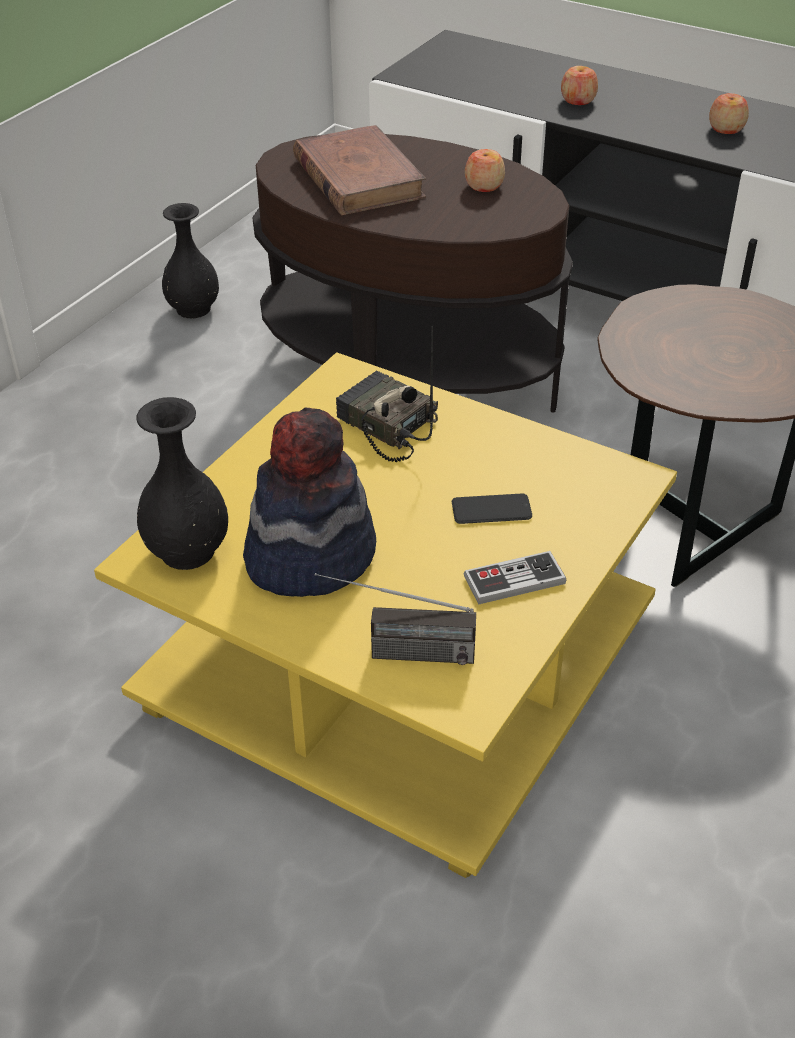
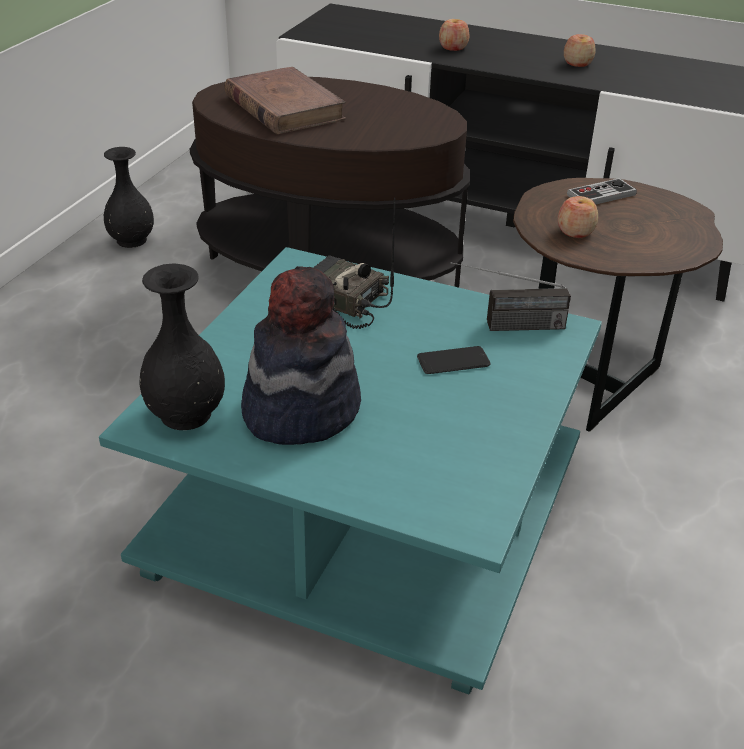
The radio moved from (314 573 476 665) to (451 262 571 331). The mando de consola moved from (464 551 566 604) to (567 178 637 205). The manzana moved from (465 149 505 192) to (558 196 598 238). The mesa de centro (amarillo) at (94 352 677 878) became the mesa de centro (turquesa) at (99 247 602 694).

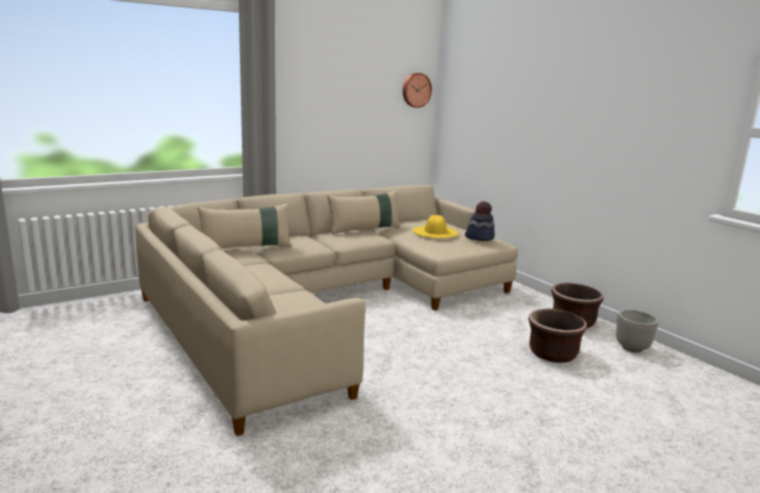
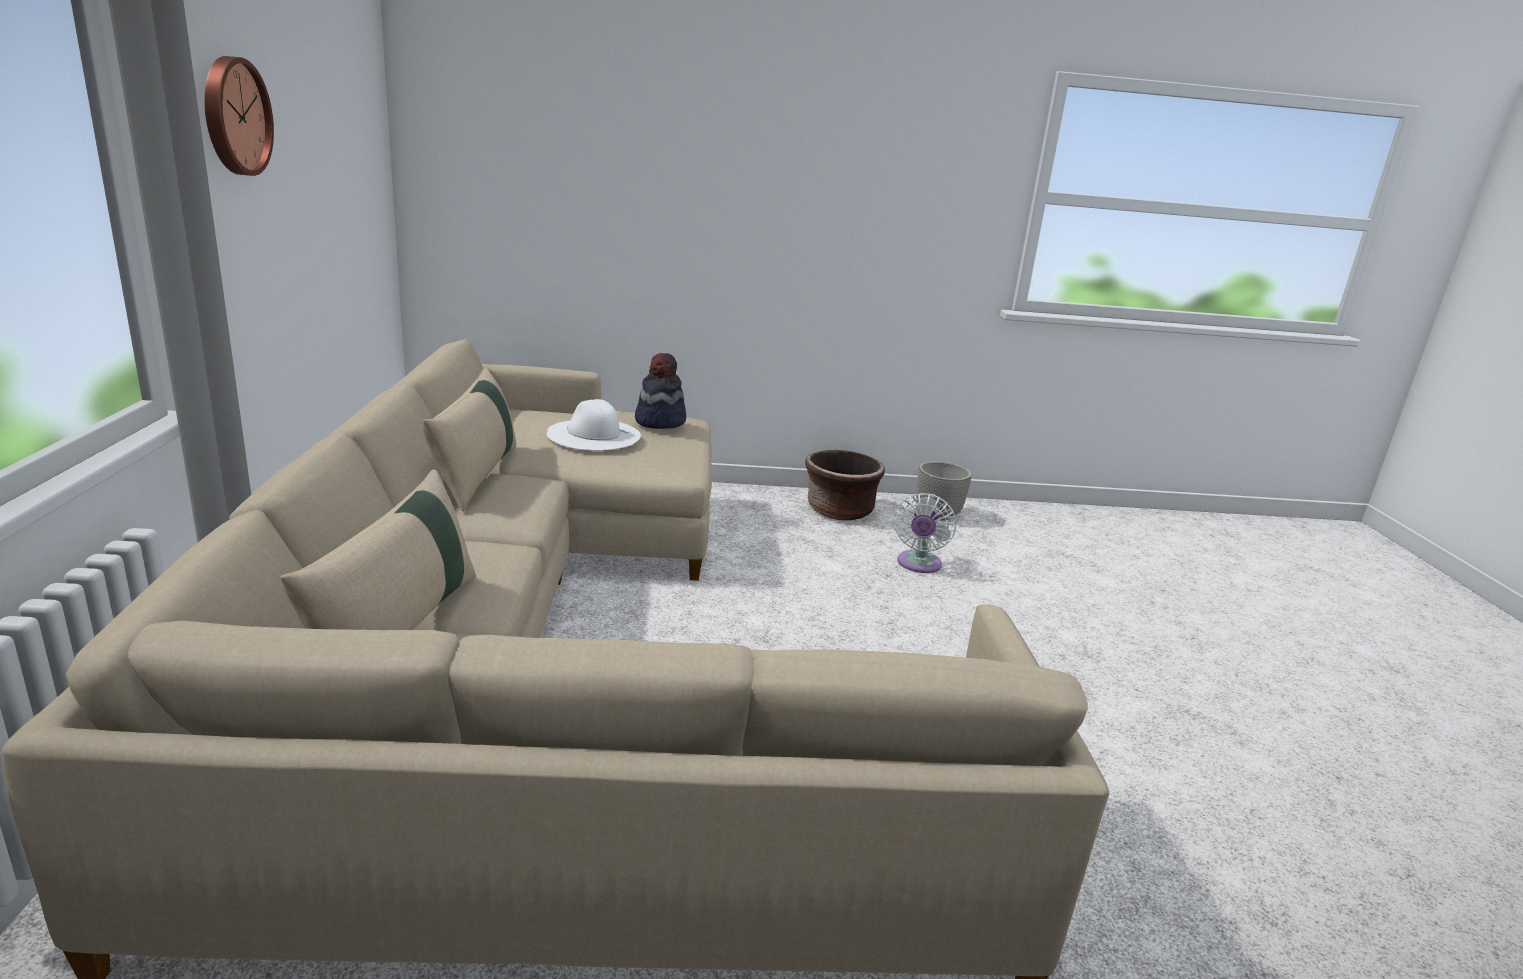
The reloj de pared moved from (403 73 432 108) to (204 56 274 176). The maceta (marrón) at (528 309 587 363) was replaced by the ventilador (blanco) at (894 493 957 573). The sombrero (amarillo) at (413 215 458 238) became the sombrero (blanco) at (547 399 641 451).

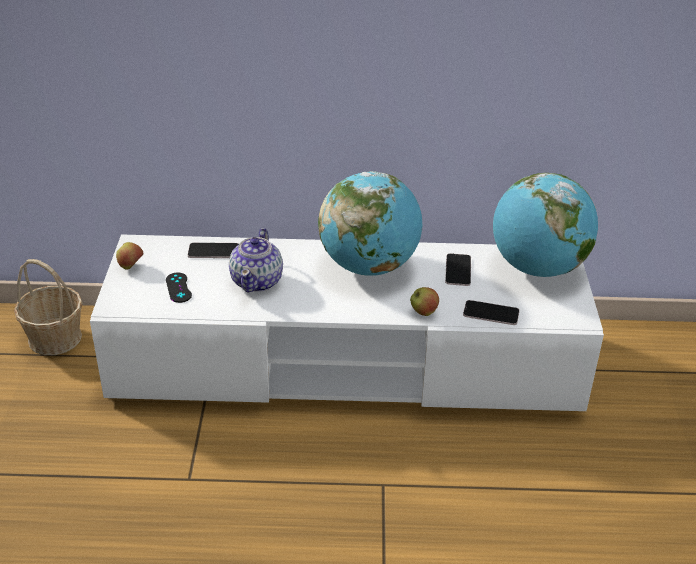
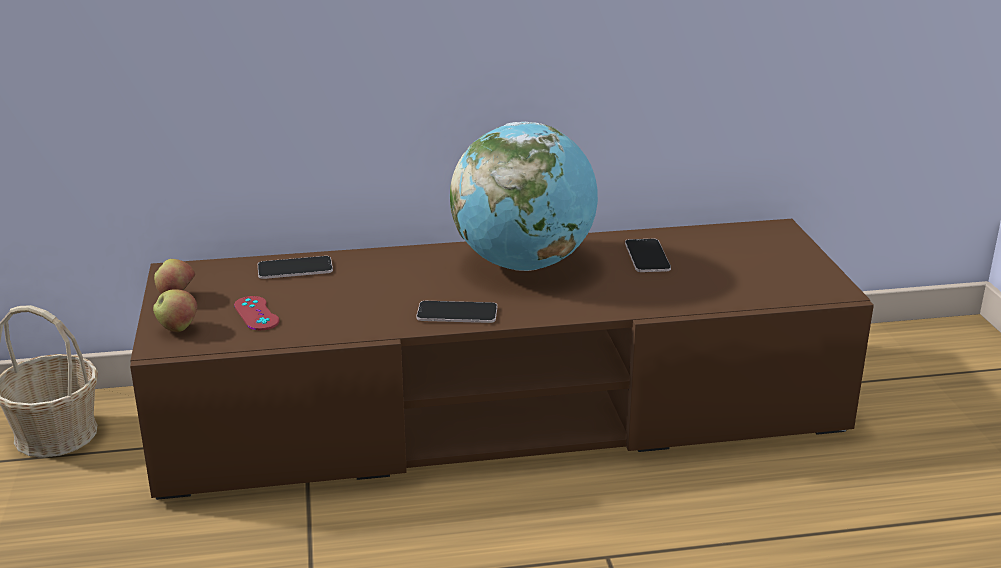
The tetera at (229 228 283 293) disappeared. The globo terráqueo at (493 173 598 277) disappeared. The manzana moved from (410 287 439 316) to (153 289 197 332). The móvil moved from (463 300 520 325) to (416 301 497 323). The mueble de televisión (blanco) at (90 234 604 411) became the mueble de televisión (marrón) at (130 219 874 500). The mando de consola (negro) at (166 272 192 303) became the mando de consola (rojo) at (234 296 279 330).

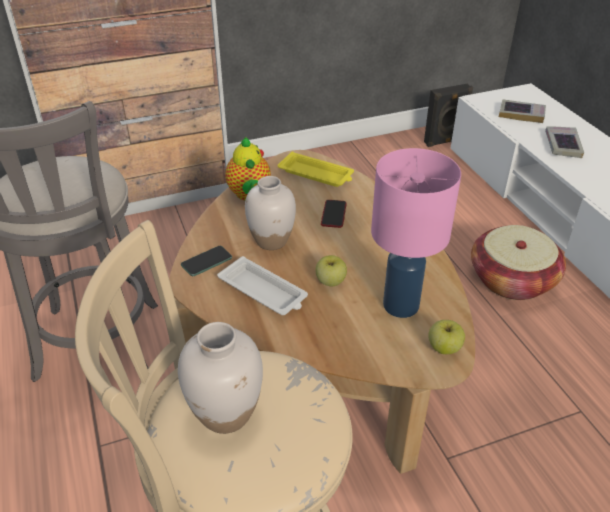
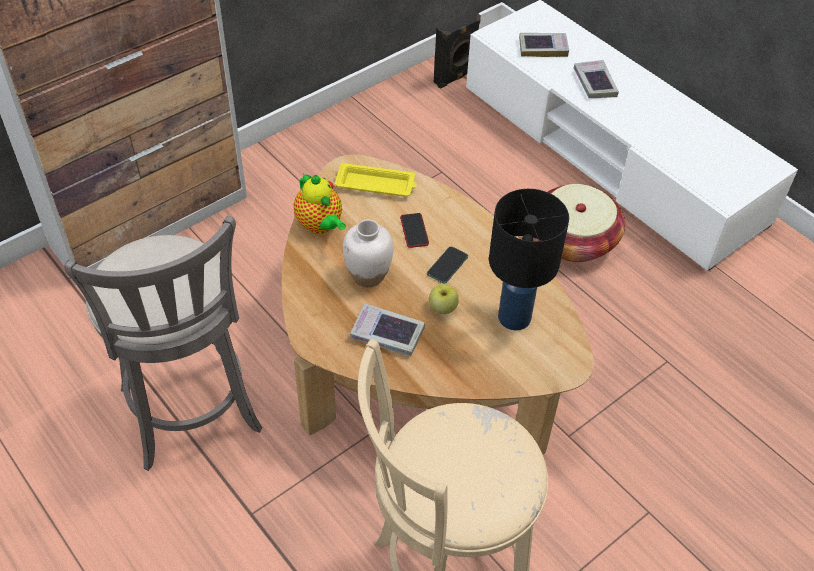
The florero (blanco) at (178 322 263 434) disappeared. The manzana at (428 320 465 354) disappeared. The móvil moved from (181 246 232 276) to (427 247 468 284). The bandeja (blanco) at (217 256 308 315) was replaced by the libro at (350 303 425 356). The lámpara de mesa (rosa) at (371 148 461 318) became the lámpara de mesa (negro) at (489 189 569 330).

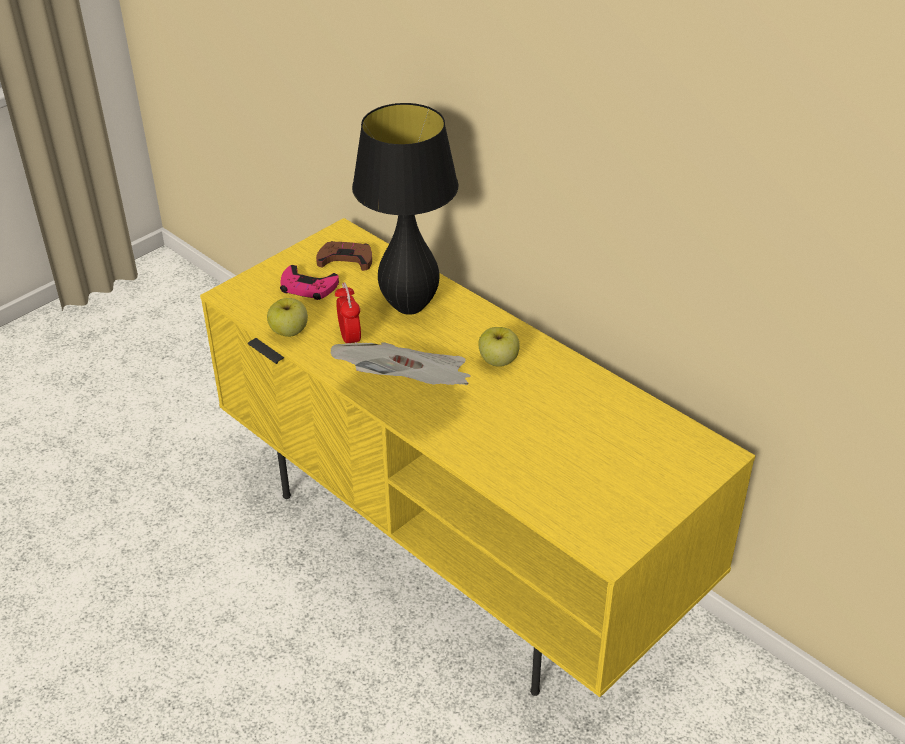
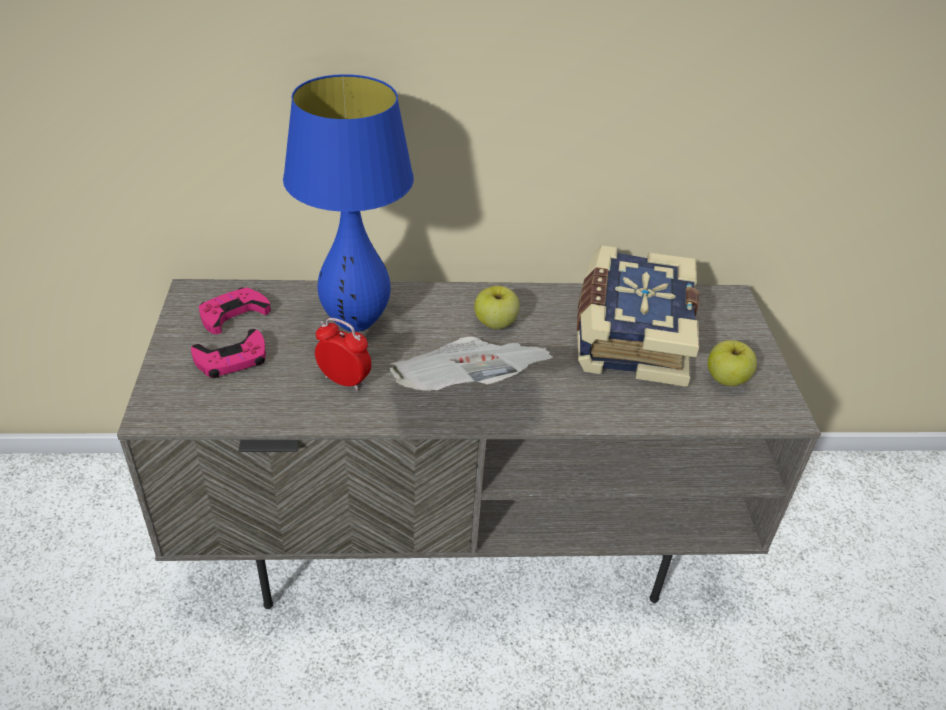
The libro at (577 245 699 387) appeared. The manzana moved from (267 298 308 337) to (708 340 757 386). The mueble de televisión (amarillo) at (200 218 756 697) became the mueble de televisión (gris) at (117 279 821 609). The mando de consola (marrón) at (316 241 372 271) became the mando de consola (rosa) at (199 287 271 334). The lámpara de mesa (negro) at (352 103 458 315) became the lámpara de mesa (azul) at (283 74 414 332).

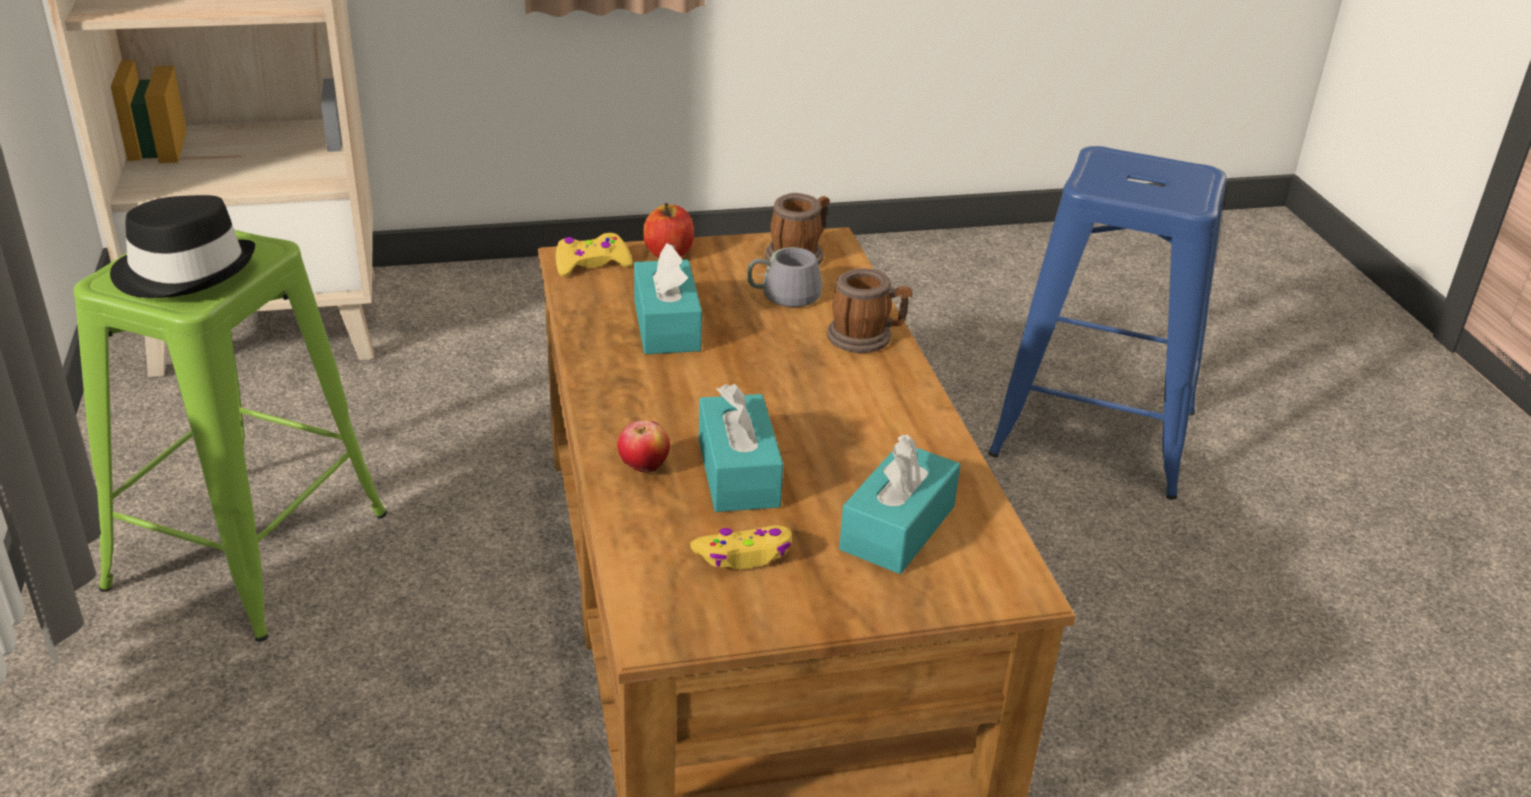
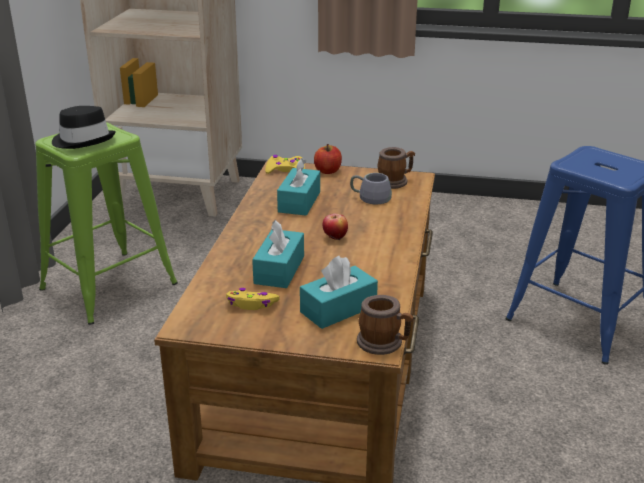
The manzana moved from (617 420 670 473) to (323 214 348 240). The taza grande moved from (827 269 912 353) to (357 295 413 355).

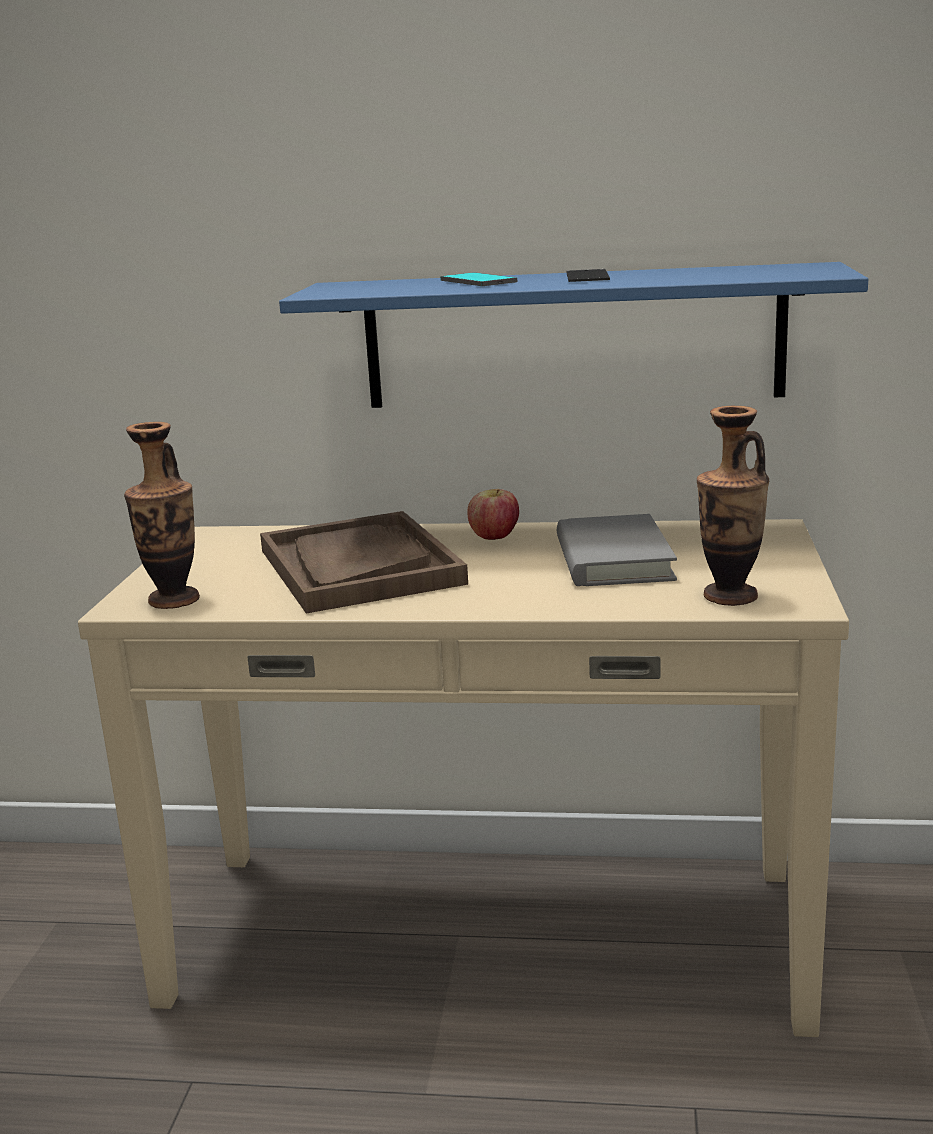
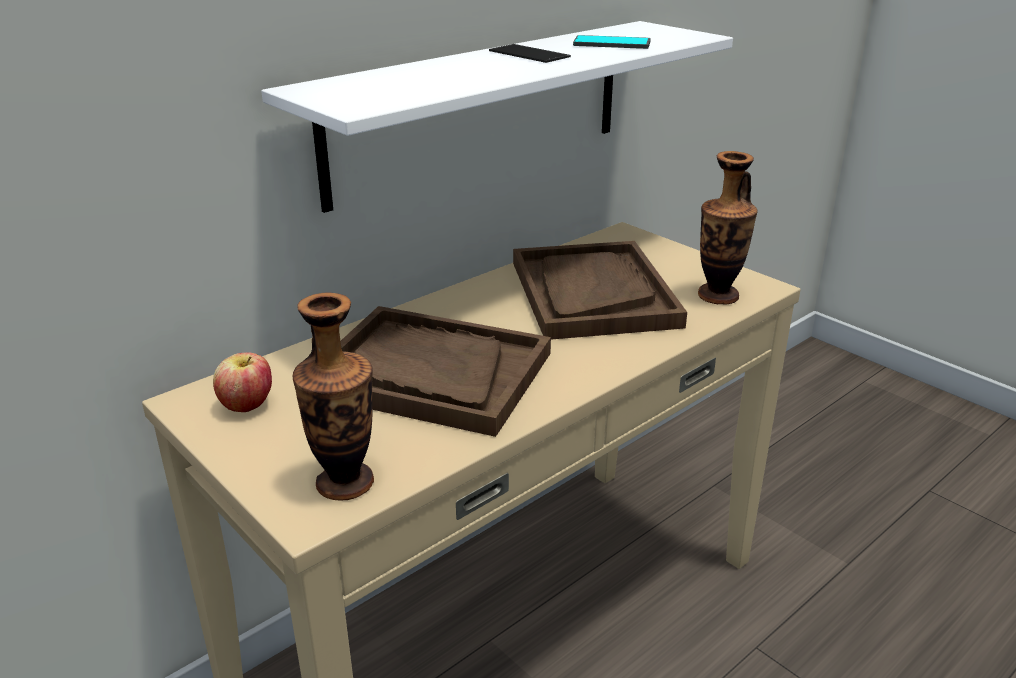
The móvil moved from (440 272 517 286) to (573 35 651 49). The manzana moved from (467 489 519 540) to (213 353 272 412). The libro (gris) at (557 514 677 586) was replaced by the bandeja (marrón) at (513 241 687 340). The estante (azul) at (279 262 868 408) became the estante (blanco) at (261 21 733 213).

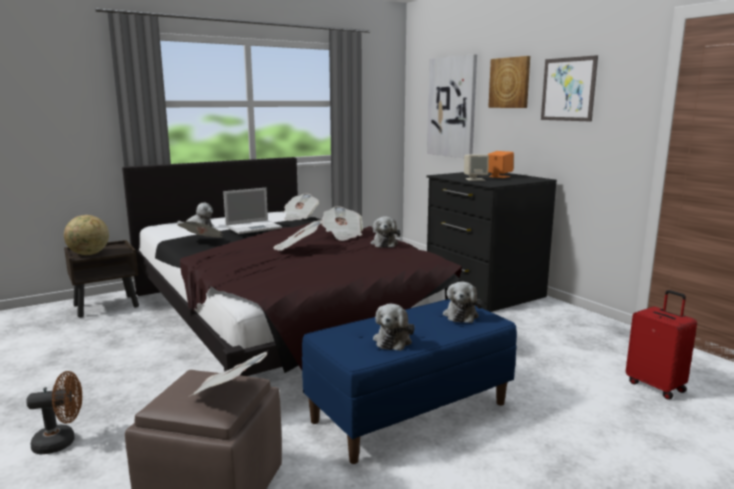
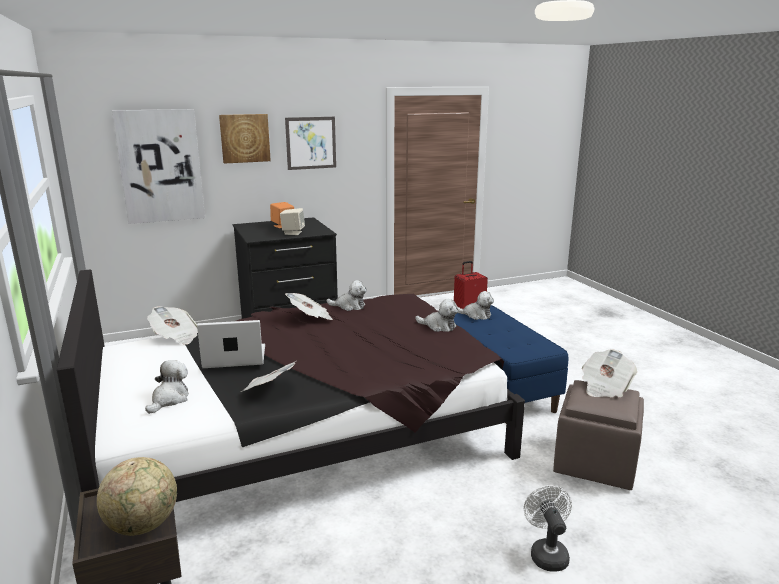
The periódico at (273 220 323 251) disappeared. The peluche moved from (373 303 415 351) to (415 299 458 332). The ventilador (marrón) at (26 371 82 455) became the ventilador (blanco) at (524 485 572 572). The portátil at (223 188 282 234) turned 75 degrees counterclockwise.

